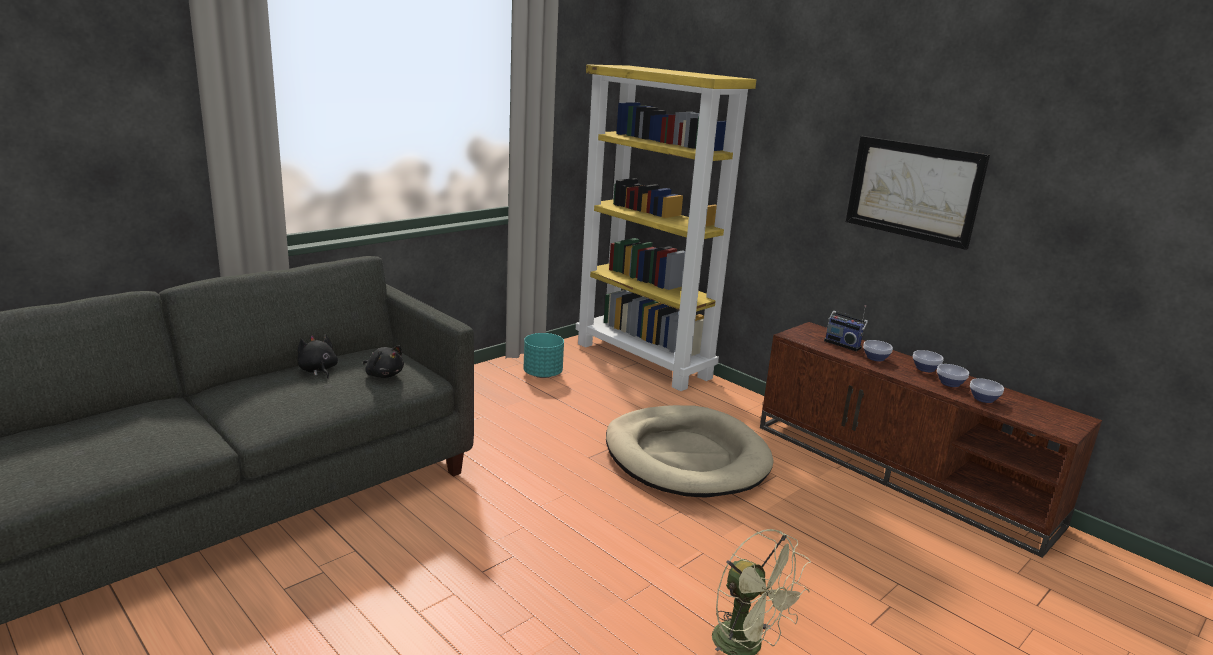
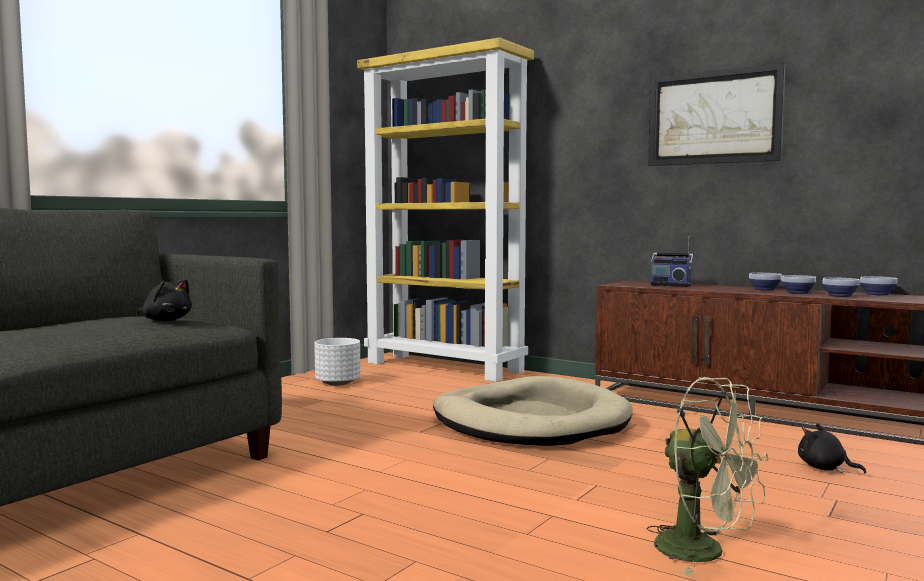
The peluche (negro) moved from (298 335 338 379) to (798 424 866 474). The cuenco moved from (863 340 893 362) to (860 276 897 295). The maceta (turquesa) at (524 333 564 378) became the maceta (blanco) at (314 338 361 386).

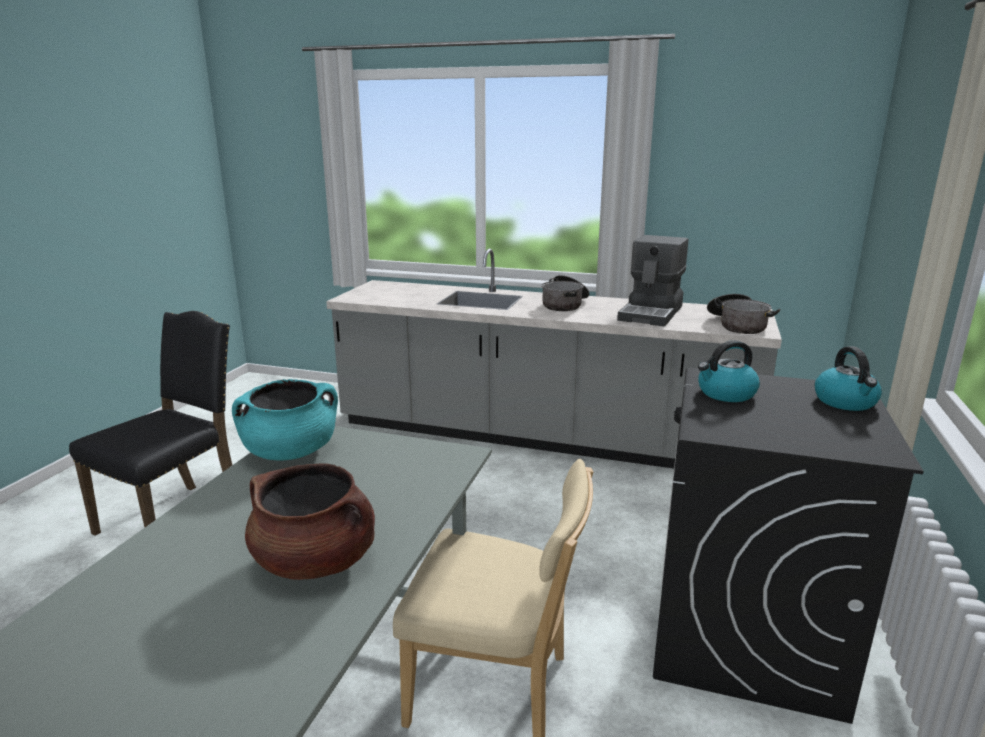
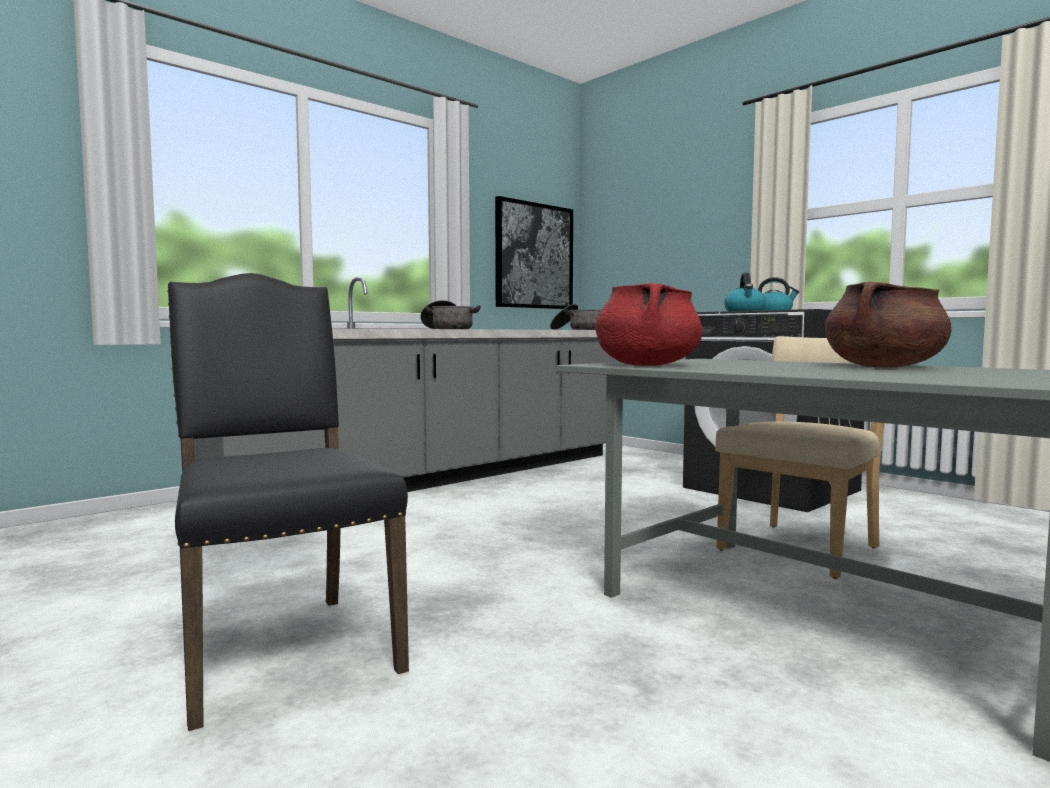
The cafetera at (617 235 688 326) disappeared. The cuadro at (495 196 573 309) appeared. The olla (turquesa) at (232 379 338 460) became the olla (rojo) at (595 283 703 366).

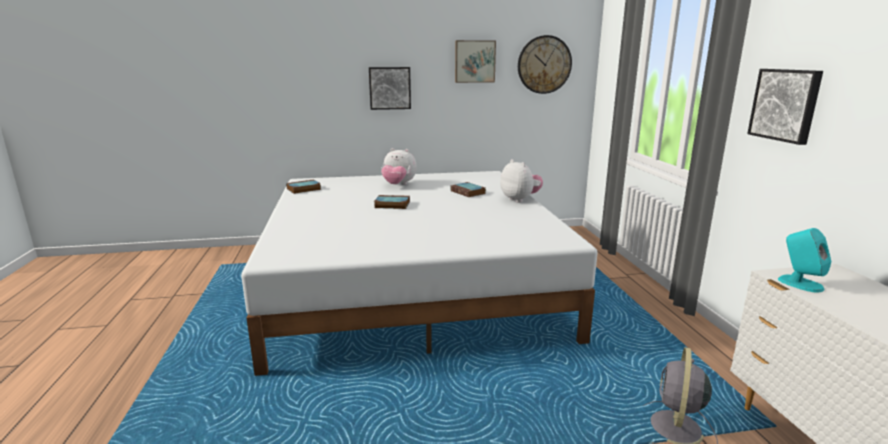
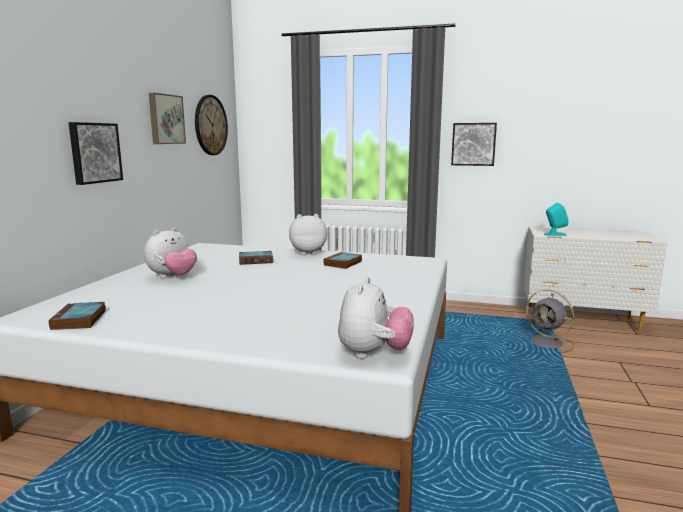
The peluche at (338 277 414 359) appeared. The libro moved from (374 195 410 209) to (324 252 362 269).

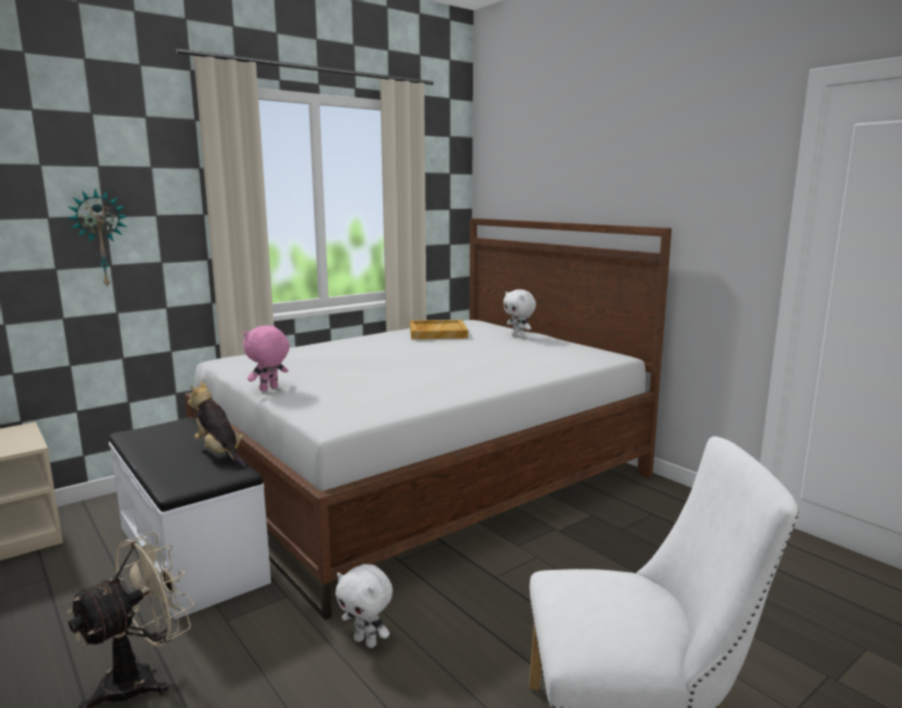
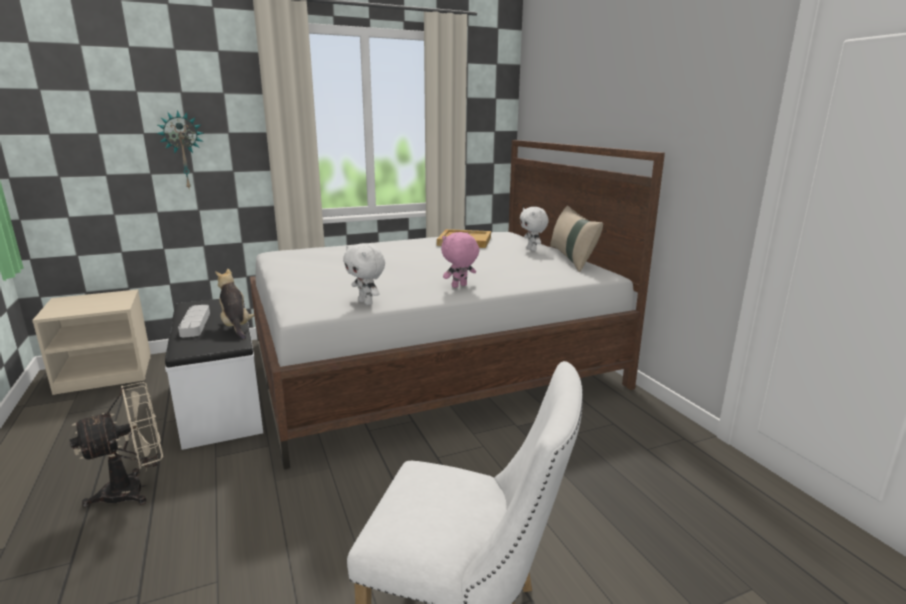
The bandeja (gris) at (178 305 210 337) appeared. The cojín (beis) at (550 206 603 272) appeared. The peluche (rosa) moved from (243 326 290 391) to (441 232 479 288). The peluche (blanco) moved from (335 564 393 648) to (343 243 385 305).

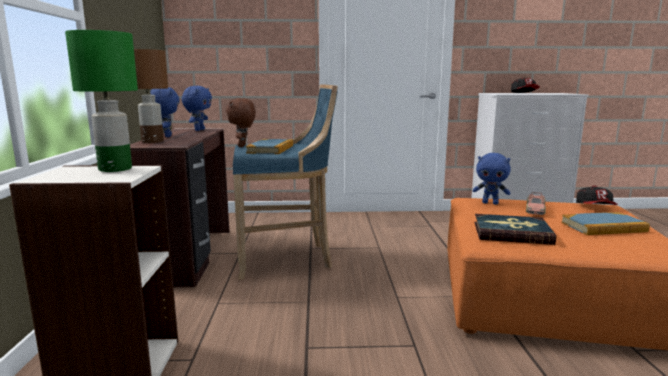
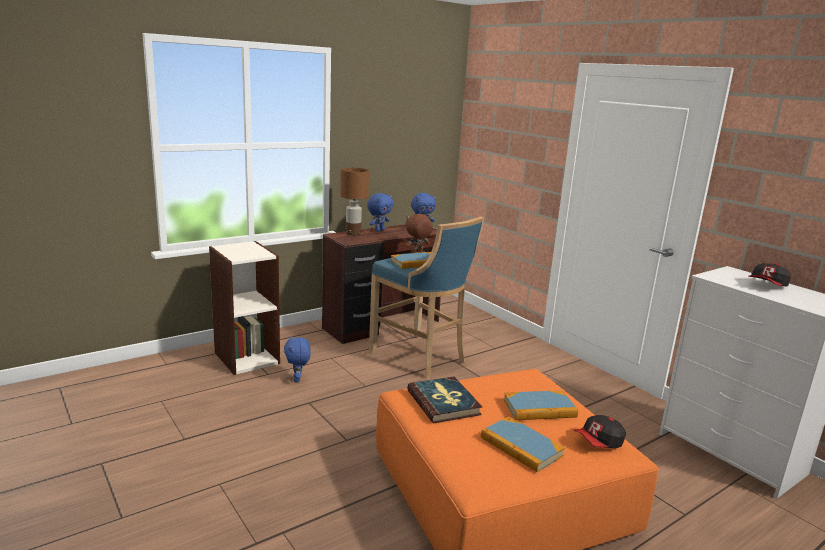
The lámpara de mesa (verde) at (65 30 138 172) disappeared. The peluche (azul) moved from (473 153 511 205) to (284 336 311 382). The coche de juguete at (526 192 546 215) was replaced by the libro at (503 391 578 420).

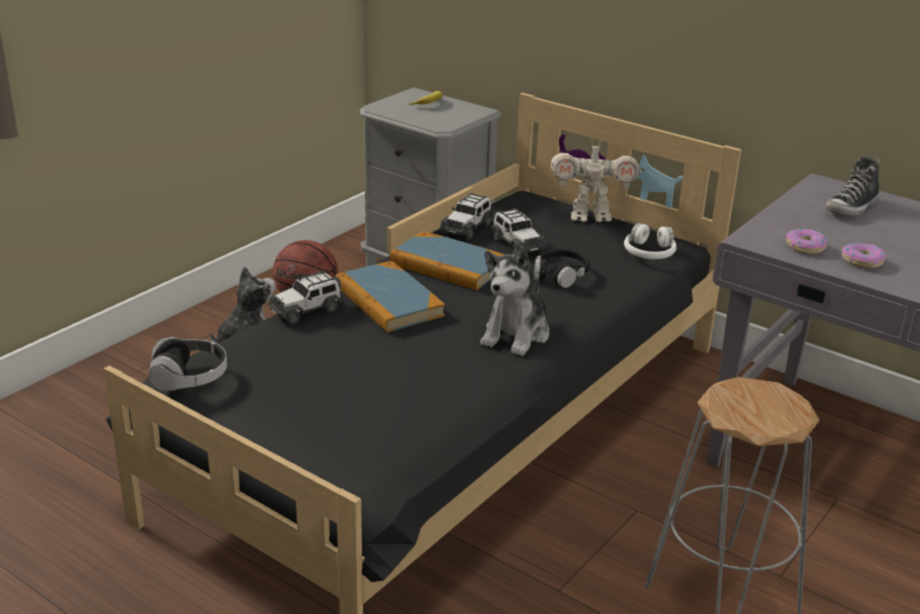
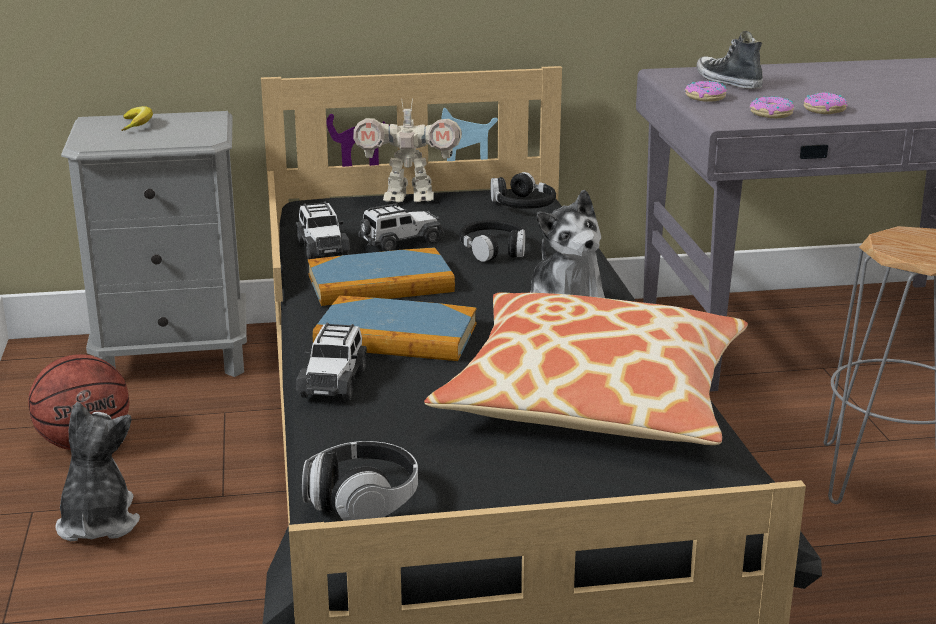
The cojín at (424 292 748 445) appeared. The rosquilla at (685 81 727 102) appeared. The auriculares (blanco) at (624 223 677 259) became the auriculares (negro) at (490 172 556 209). The coche de juguete at (491 208 547 254) turned 45 degrees counterclockwise. The robot de juguete at (551 138 639 222) turned 45 degrees clockwise. The zapato at (826 156 880 216) turned 150 degrees clockwise.

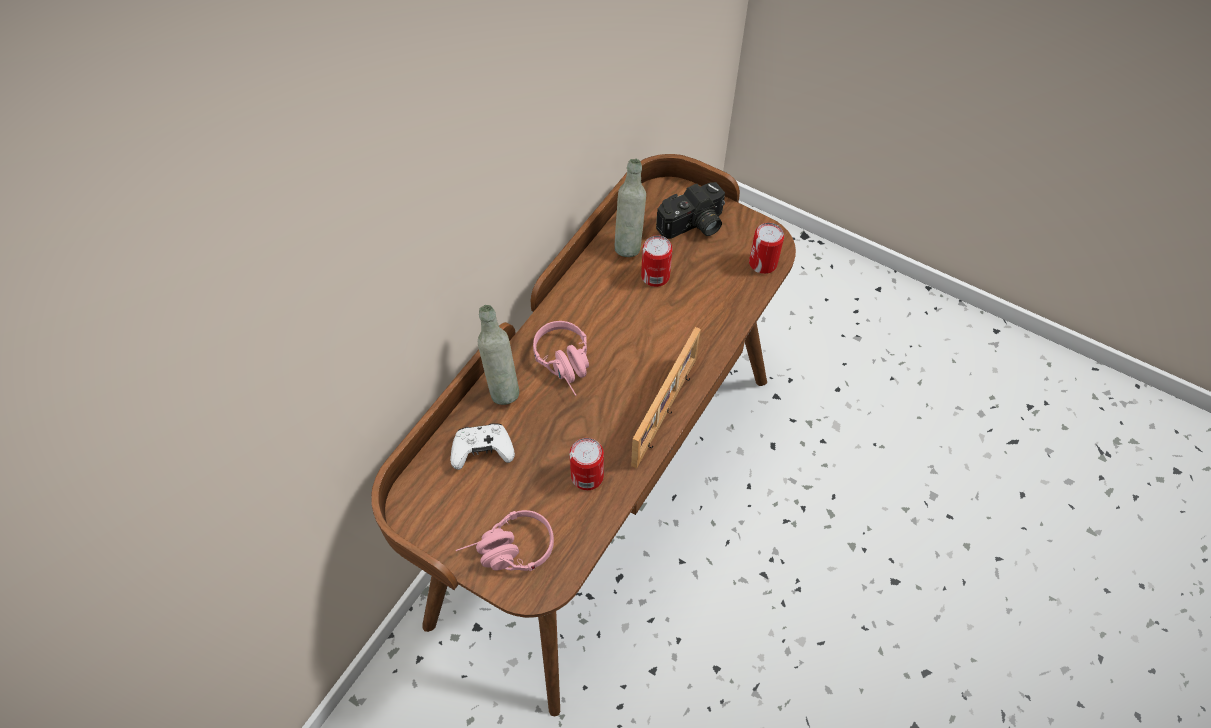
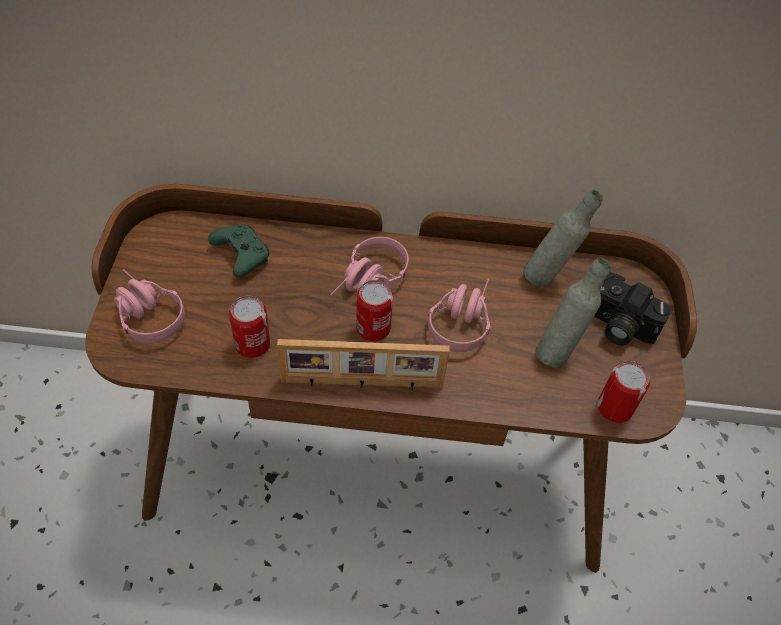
The auriculares (rosa) at (428 279 491 352) appeared. The botella (gris) moved from (478 305 519 405) to (535 257 611 368). The lata moved from (641 235 672 287) to (356 280 393 341). The mando de consola (blanco) at (450 423 515 470) became the mando de consola (verde) at (208 225 269 277).

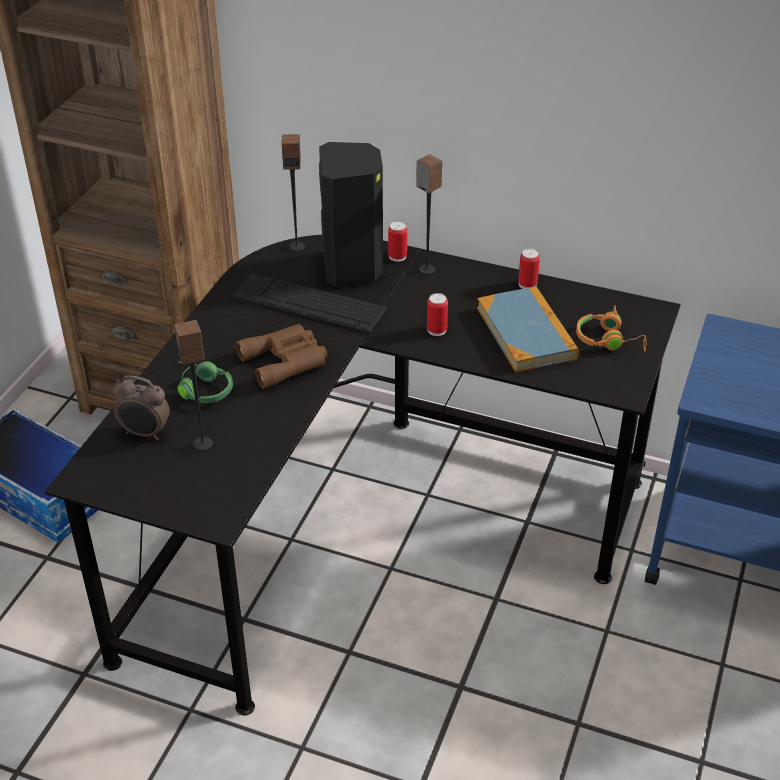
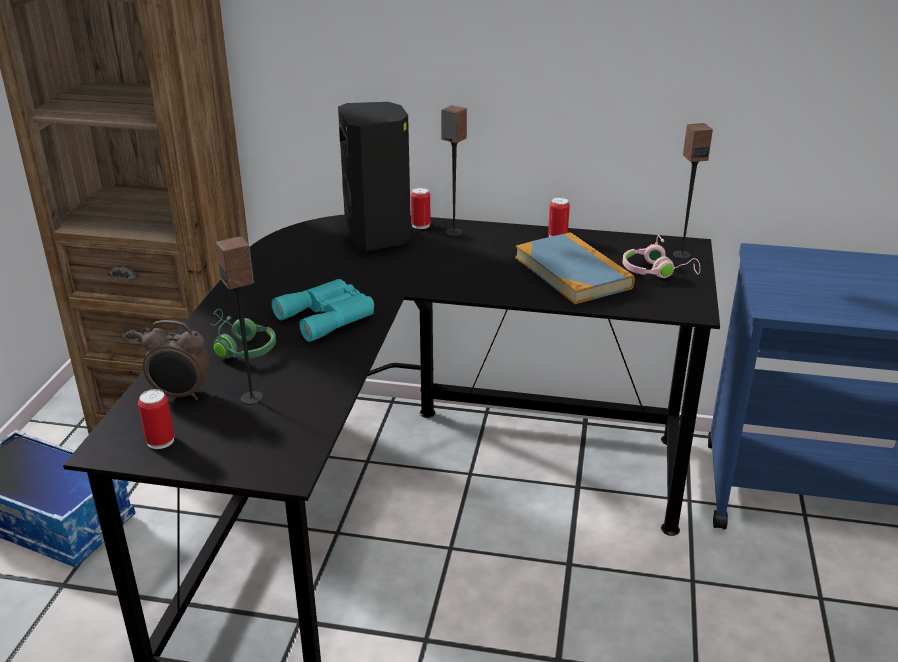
The teclado at (232 273 387 334) disappeared. The altavoz moved from (282 134 305 251) to (673 123 713 259). The lata moved from (427 293 448 336) to (138 389 174 449). The prismáticos (marrón) at (235 324 328 389) became the prismáticos (turquesa) at (271 279 374 342). The auriculares (naranja) at (576 305 646 352) became the auriculares (rosa) at (622 235 700 278).

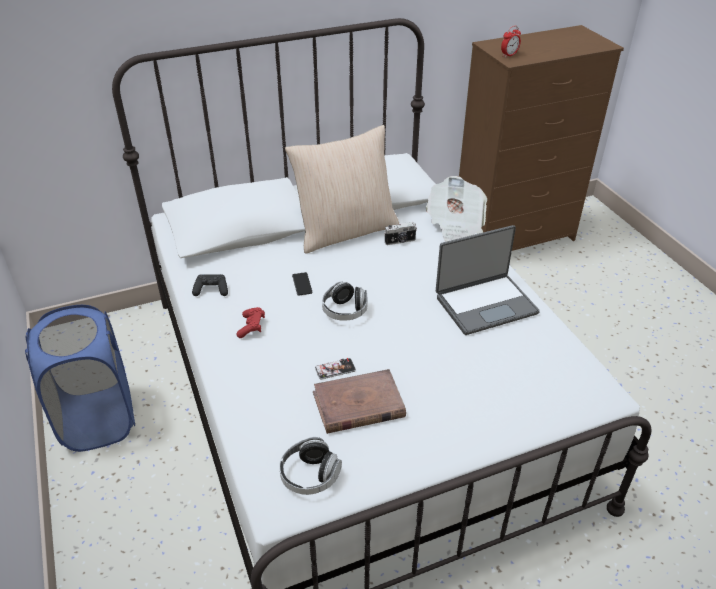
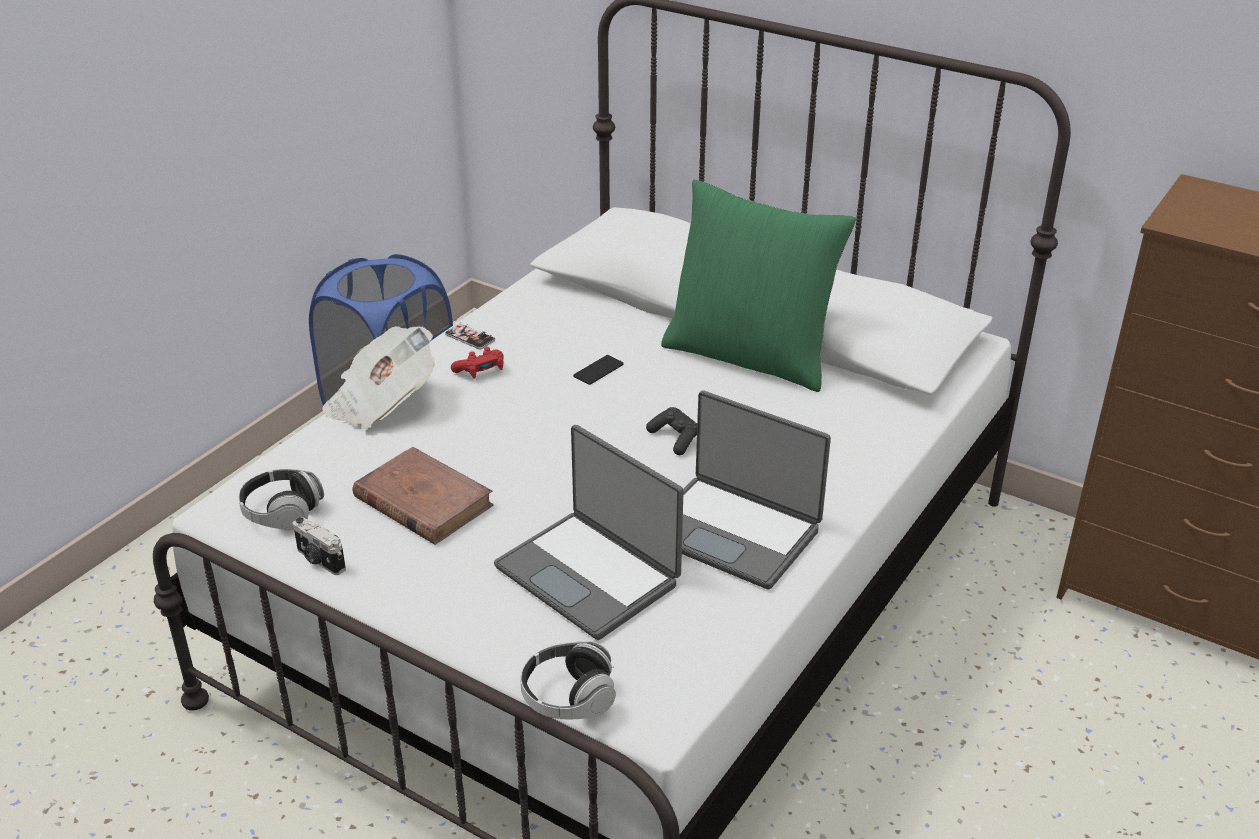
The despertador at (501 26 521 57) disappeared. The portátil at (494 425 684 640) appeared. The mando de consola (negro) moved from (192 274 228 296) to (646 407 697 455). The móvil moved from (315 358 356 379) to (445 322 495 349). The auriculares moved from (322 281 367 321) to (520 641 616 719). The cámara moved from (384 222 417 245) to (293 517 346 575). The periódico moved from (426 176 487 242) to (322 326 435 429). The cojín (beis) at (285 125 400 254) became the cojín (verde) at (661 179 856 392).

